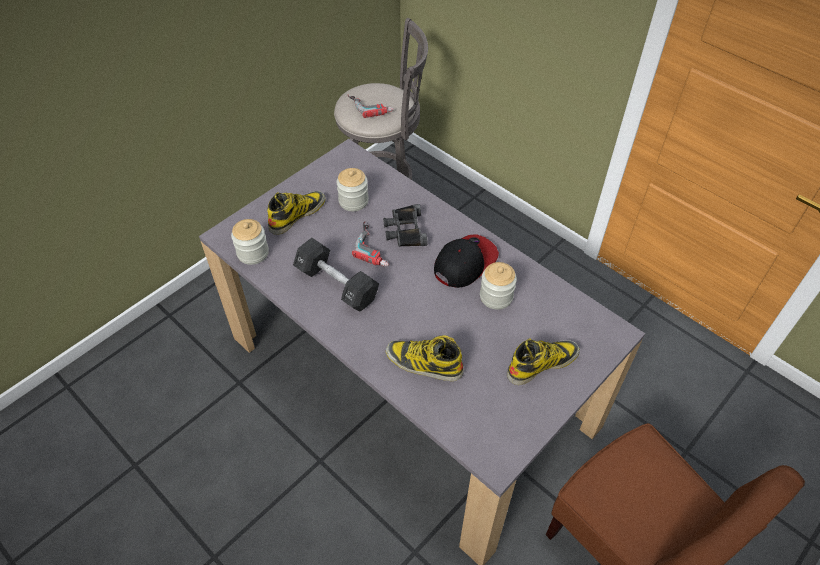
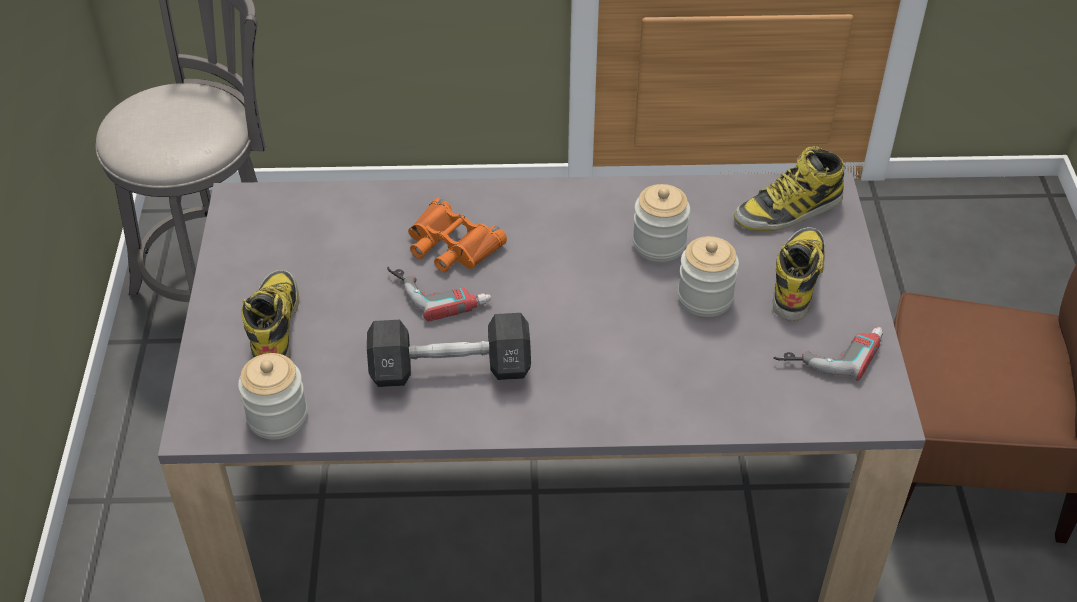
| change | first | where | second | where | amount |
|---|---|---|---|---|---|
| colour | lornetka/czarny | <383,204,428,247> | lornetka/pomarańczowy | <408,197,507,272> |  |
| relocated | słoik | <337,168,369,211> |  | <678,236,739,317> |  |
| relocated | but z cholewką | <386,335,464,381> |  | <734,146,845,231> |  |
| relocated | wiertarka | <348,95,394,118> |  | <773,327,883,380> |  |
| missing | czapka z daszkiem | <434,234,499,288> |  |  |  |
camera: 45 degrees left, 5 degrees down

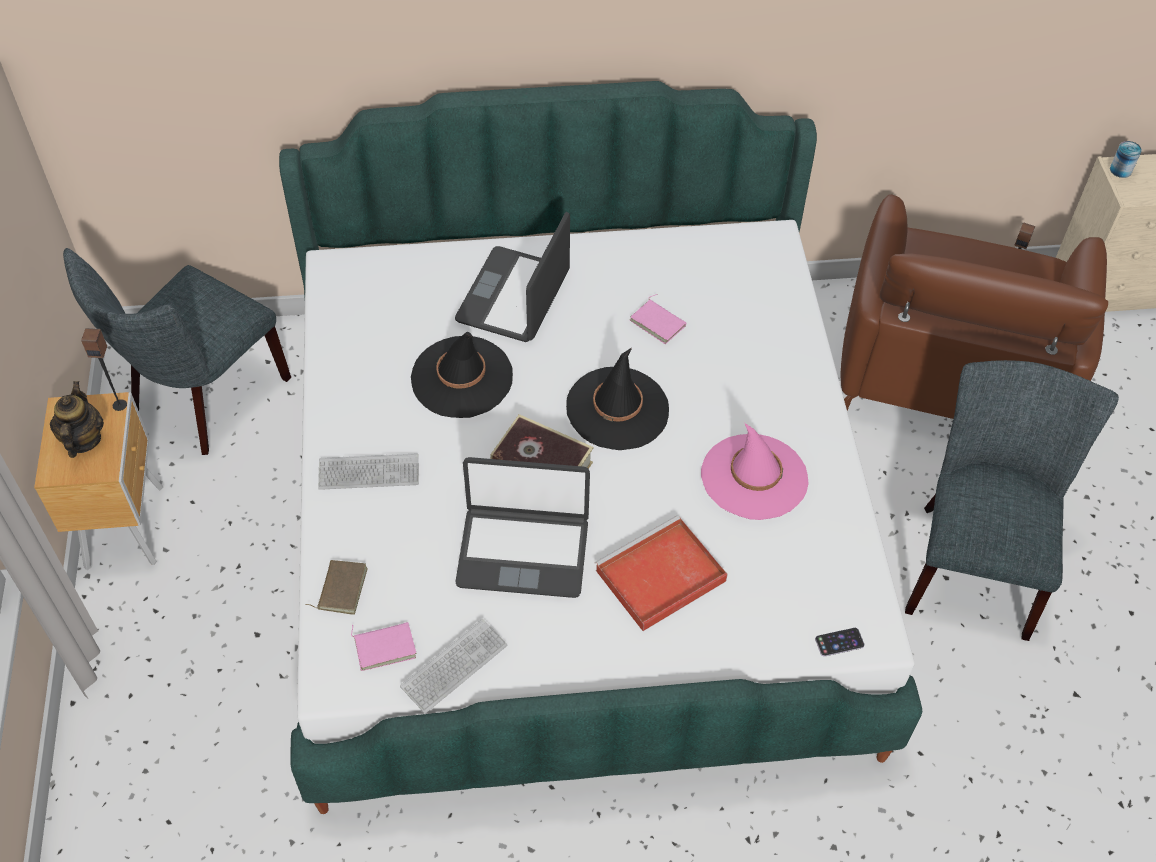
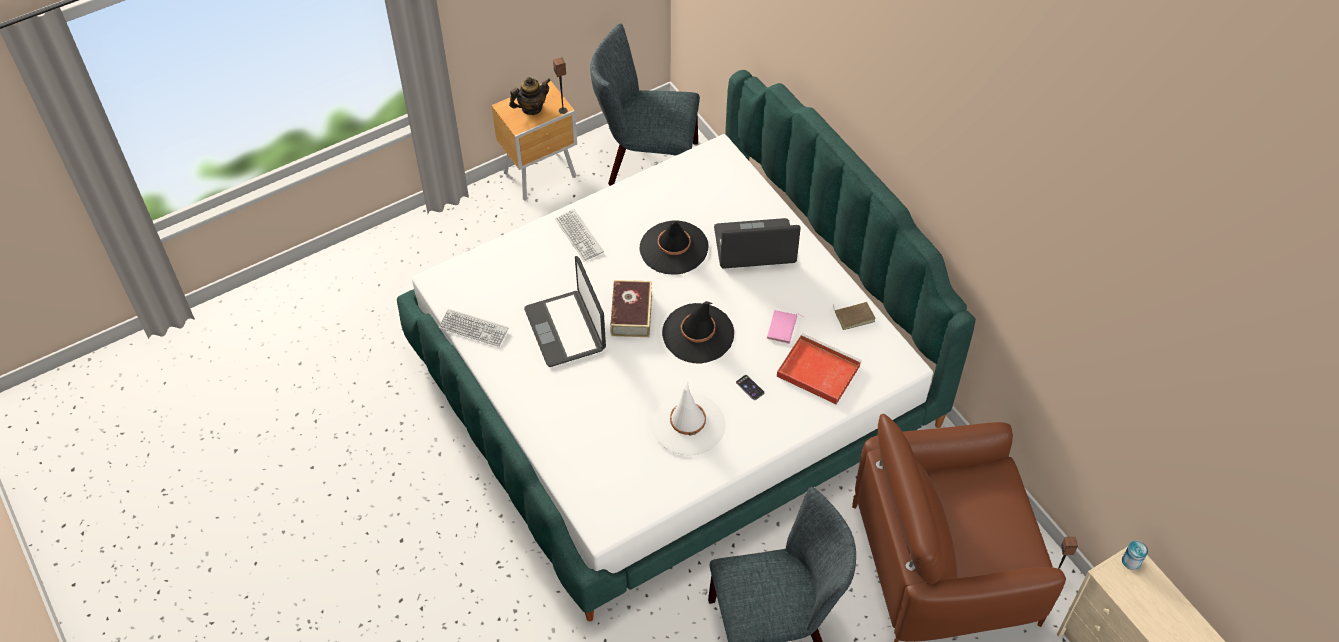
| change | first | where | second | where | amount |
|---|---|---|---|---|---|
| colour | kapelusz/różowy | <701,423,809,520> | kapelusz/biały | <651,382,726,456> |  |
| relocated | telefon | <815,628,865,657> |  | <736,375,765,400> |  |
| relocated | taca/czerwony | <595,515,728,631> |  | <777,333,861,405> |  |
| relocated | książka/brązowy | <306,560,368,615> |  | <833,302,876,330> |  |
| missing | książka/różowy | <351,622,416,671> |  |  |  |
camera: 65 degrees right, 0 degrees up

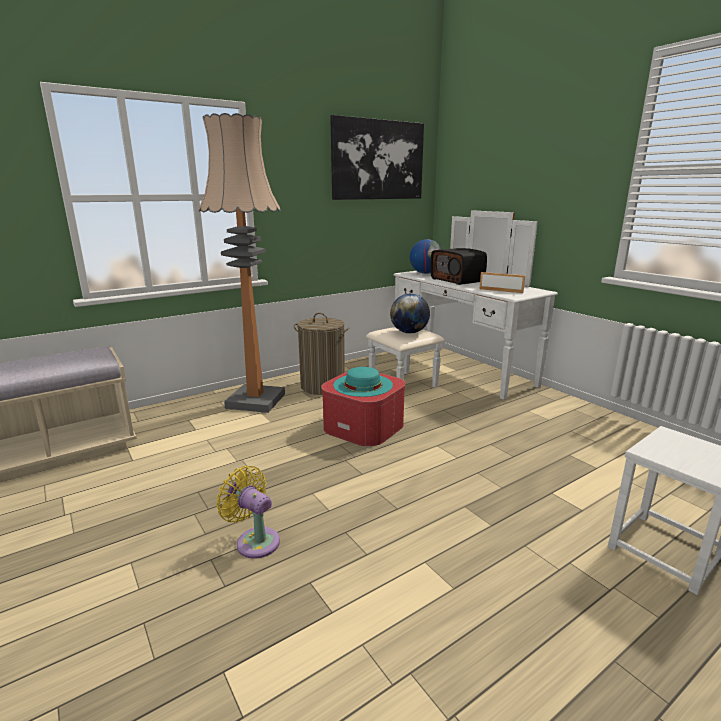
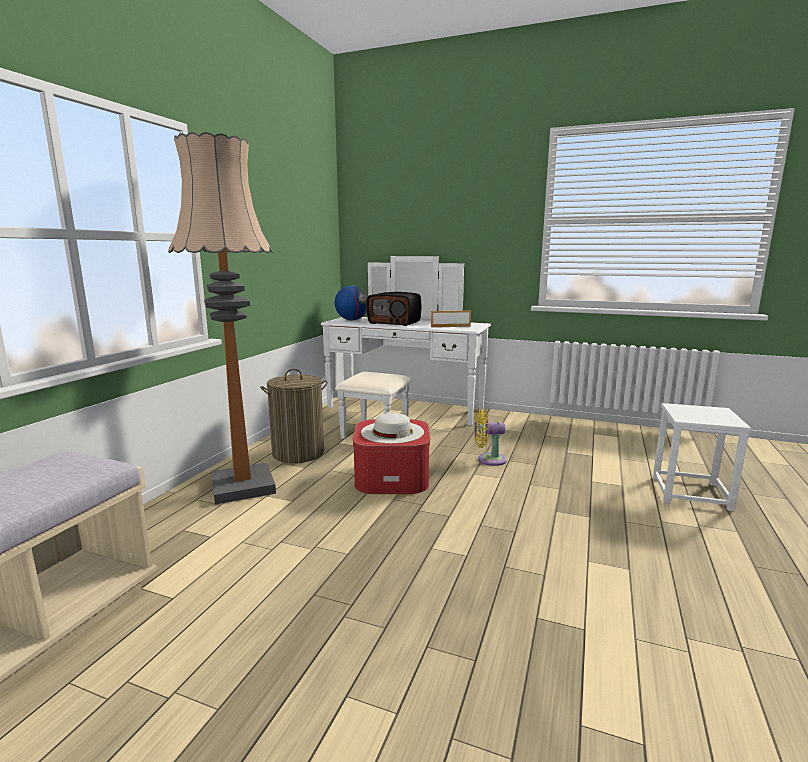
| change | first | where | second | where | amount |
|---|---|---|---|---|---|
| colour | kapelusz/turkusowy | <333,367,393,397> | kapelusz/biały | <361,413,424,444> |  |
| relocated | wentylator/żółty | <216,466,280,559> |  | <474,409,507,466> |  |
| missing | obraz | <330,115,424,200> |  |  |  |
| missing | globus | <390,294,430,333> |  |  |  |
camera: 35 degrees left, 5 degrees down

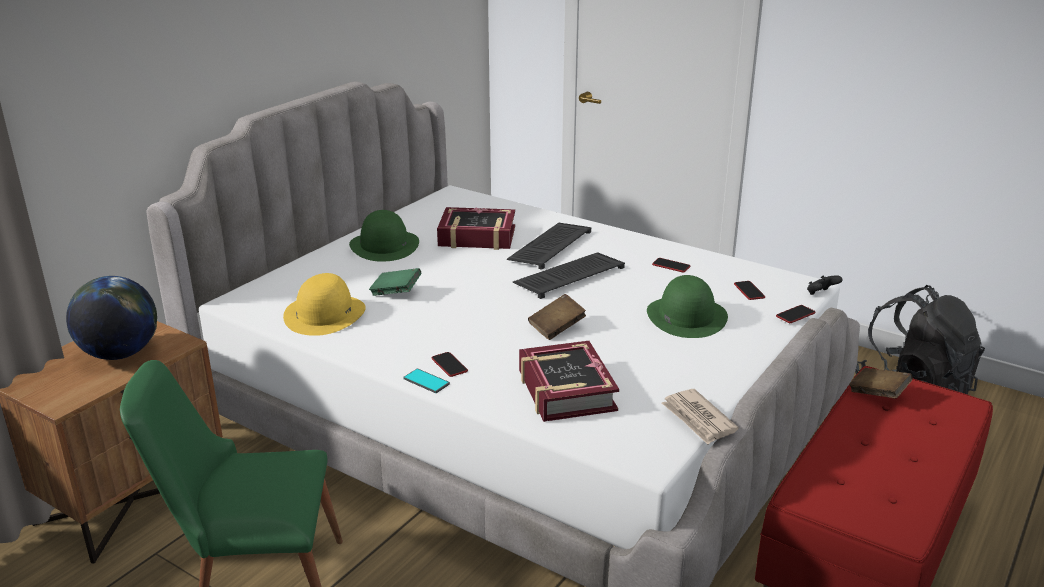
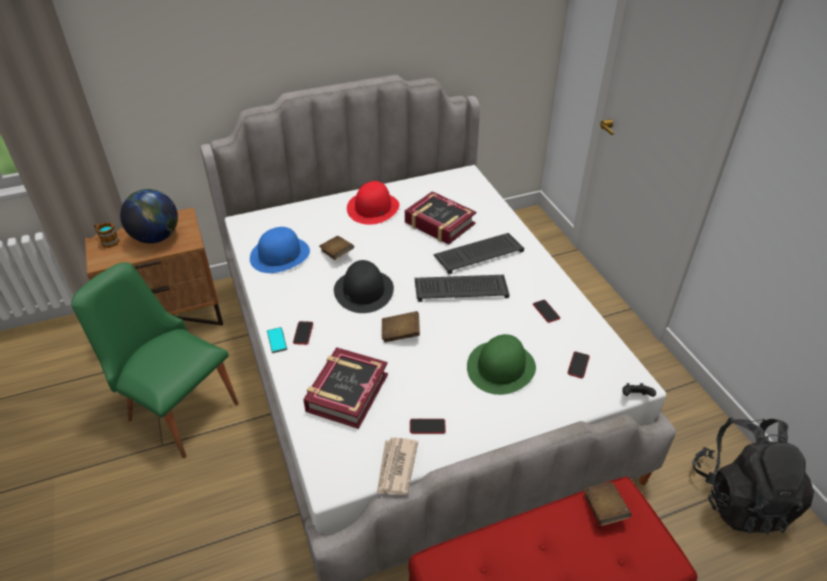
| change | first | where | second | where | amount |
|---|---|---|---|---|---|
| appeared |  |  | kubek | <94,222,120,248> |  |
| colour | kapelusz/żółty | <283,273,366,336> | kapelusz/niebieski | <250,227,310,273> |  |
| colour | książka/zielony | <369,268,421,296> | książka/brązowy | <319,236,354,260> |  |
| appeared |  |  | kapelusz/czarny | <334,260,394,313> |  |
| colour | kapelusz/zielony | <349,210,419,262> | kapelusz/czerwony | <347,181,399,225> |  |
| relocated | telefon | <776,305,815,323> |  | <410,419,446,434> |  |
camera: 35 degrees right, 15 degrees up

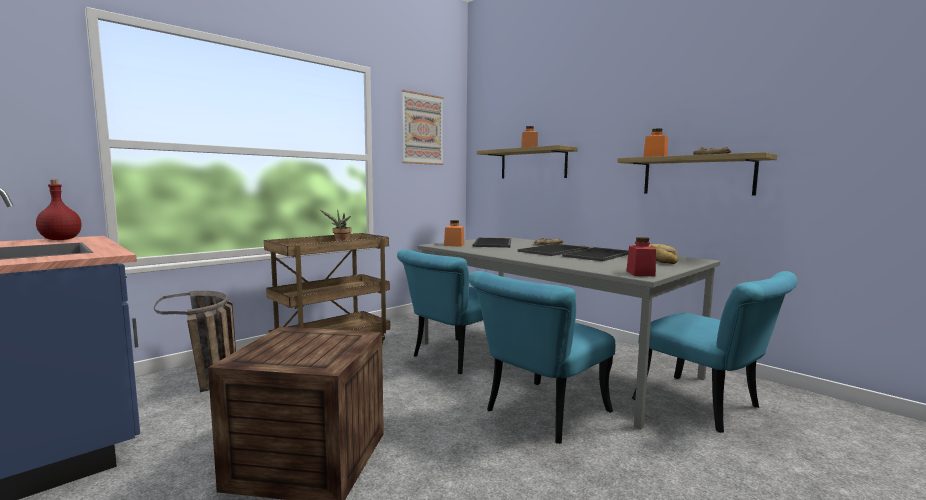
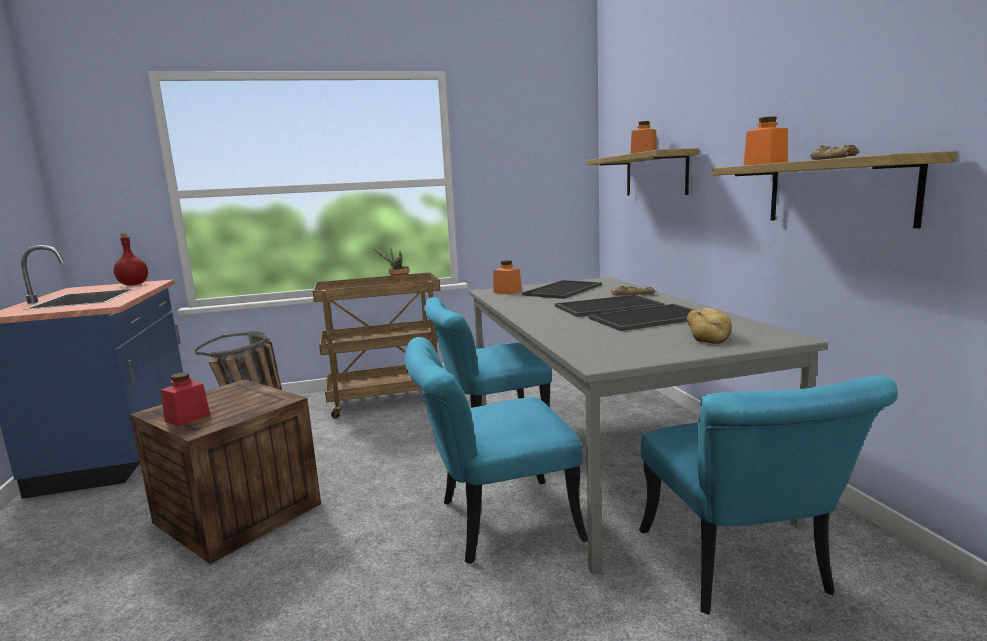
| change | first | where | second | where | amount |
|---|---|---|---|---|---|
| relocated | słoik/czerwony | <627,237,656,276> |  | <161,372,210,426> |  |
| missing | obraz | <402,90,444,165> |  |  |  |
camera: 30 degrees right, 5 degrees up

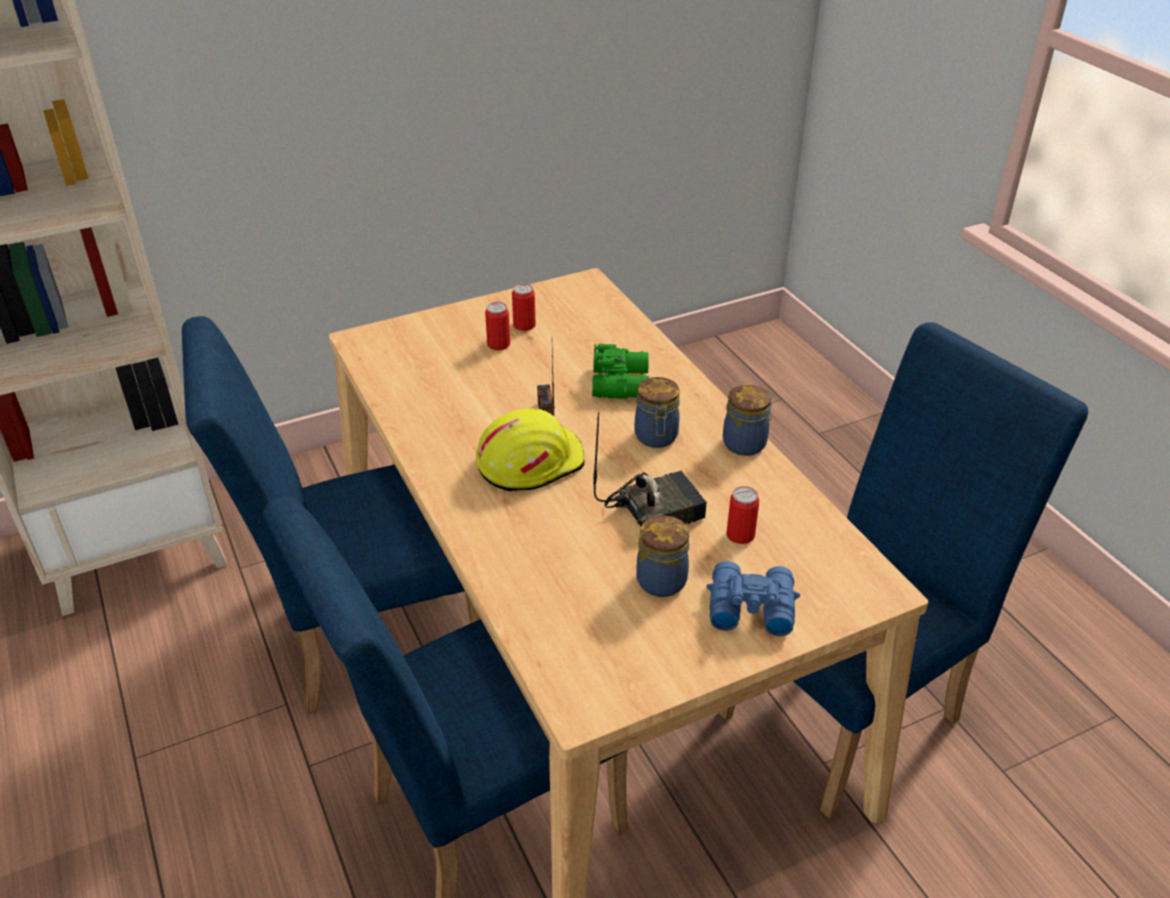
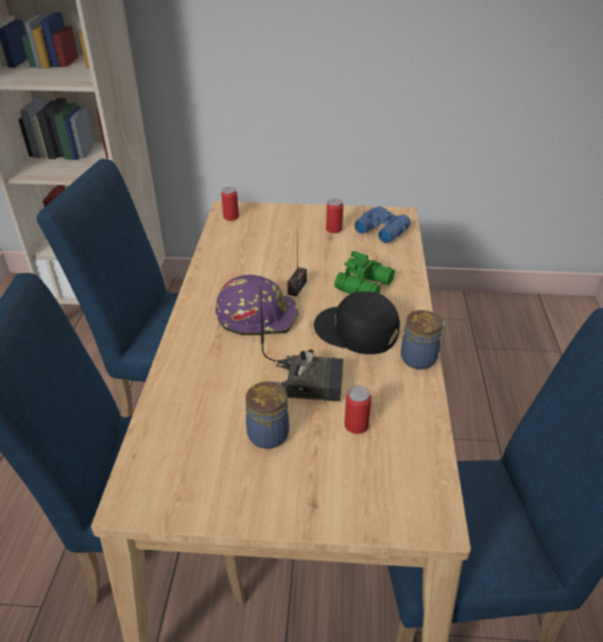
| change | first | where | second | where | amount |
|---|---|---|---|---|---|
| colour | kask/żółty | <476,409,585,491> | kask/fioletowy | <215,275,299,335> |  |
| relocated | puszka | <485,302,510,350> |  | <221,187,239,221> |  |
| exchanged | słoik | <634,377,680,448> | czapka z daszkiem/czarny | <314,291,400,354> |  |
| relocated | lornetka/niebieski | <706,561,800,636> |  | <354,206,411,243> |  |
camera: 30 degrees right, 0 degrees up

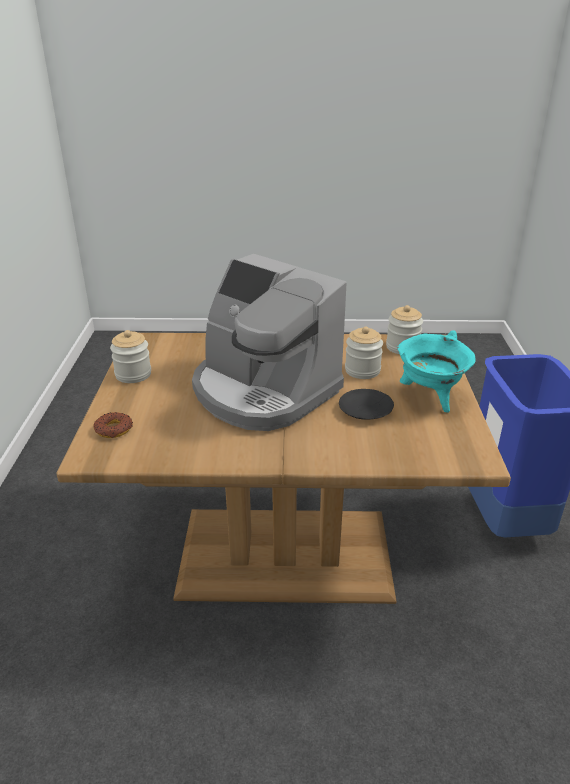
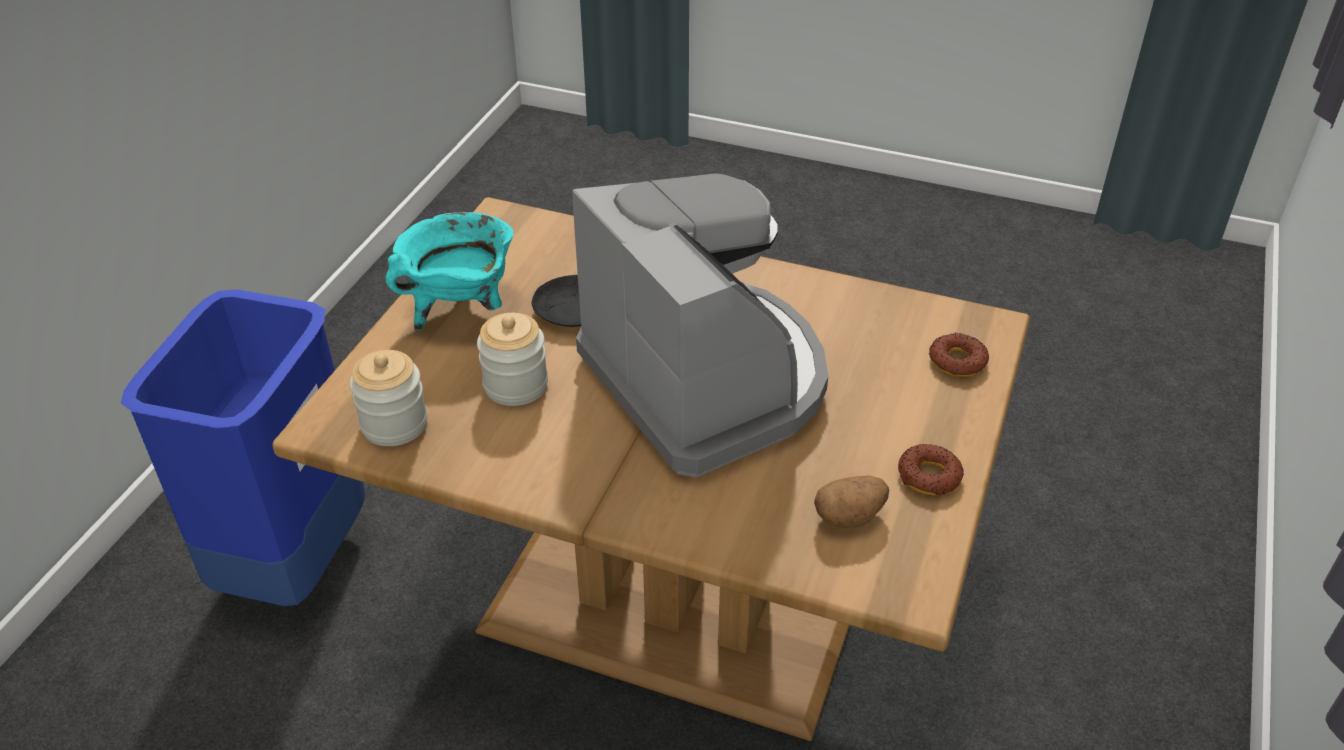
| change | first | where | second | where | amount |
|---|---|---|---|---|---|
| appeared |  |  | ziemniak | <814,475,889,528> |  |
| exchanged | słoik | <110,330,151,383> | donut | <898,444,964,495> |  |
camera: 160 degrees left, 10 degrees up

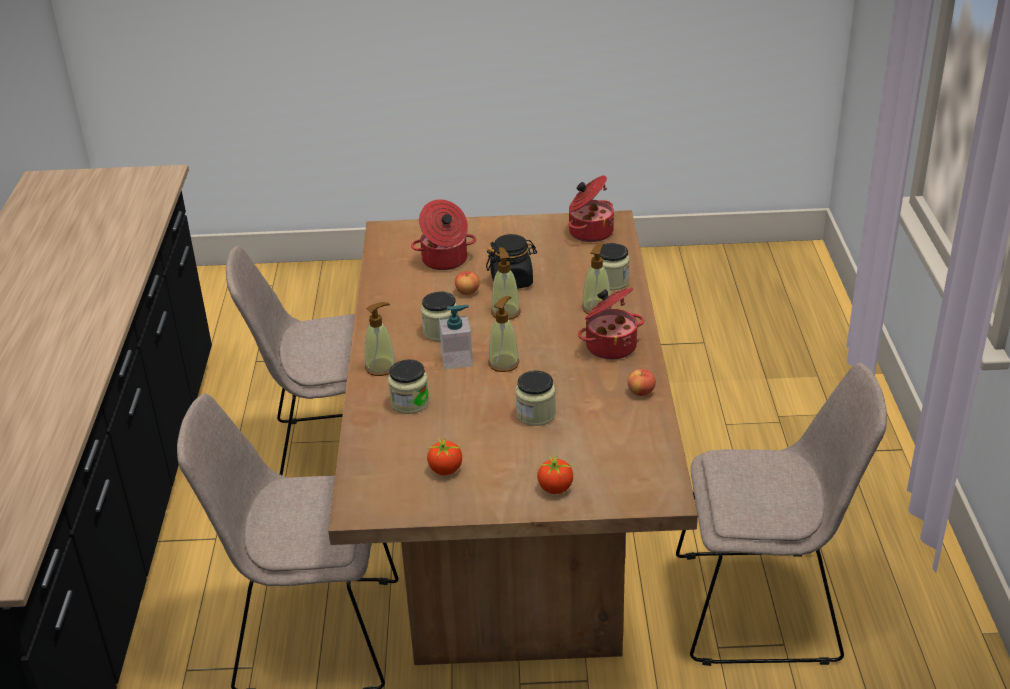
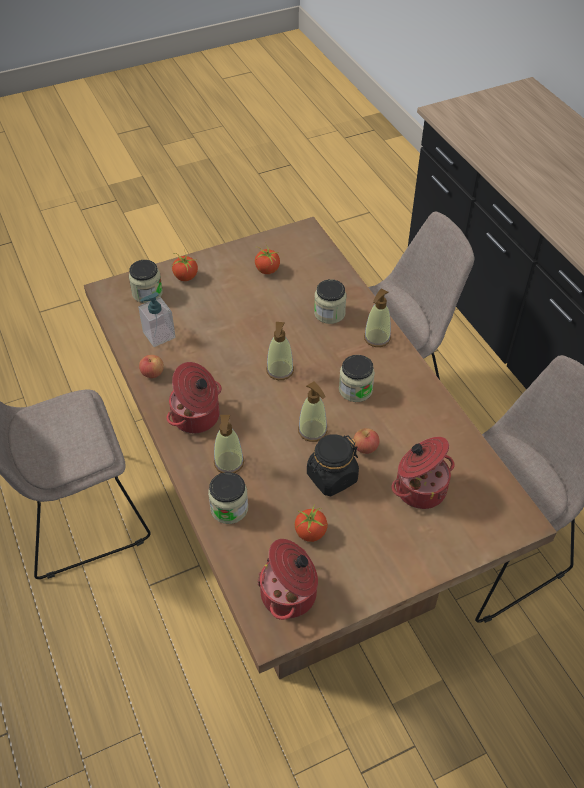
| change | first | where | second | where | amount |
|---|---|---|---|---|---|
| relocated | słoik | <515,371,556,426> |  | <129,260,163,303> |  |
| relocated | dozownik mydła | <439,305,473,369> |  | <138,292,176,347> |  |
| appeared |  |  | pomidor | <295,504,328,542> |  |
camera: 155 degrees right, 15 degrees up

